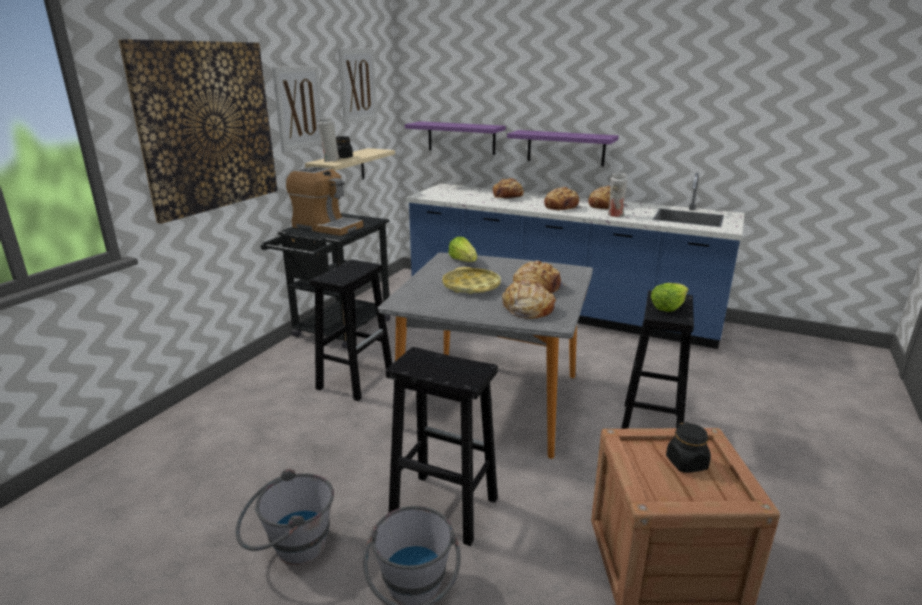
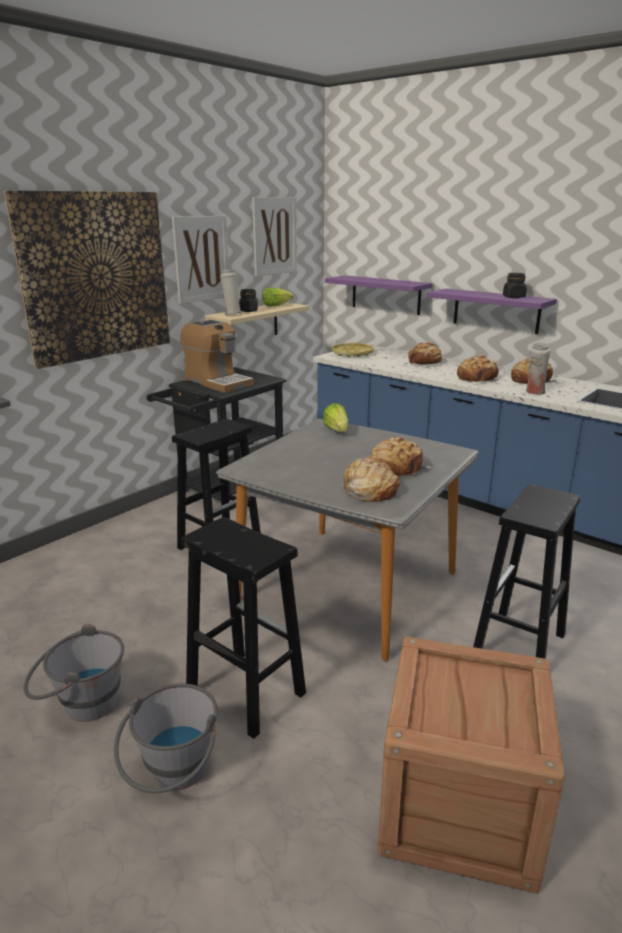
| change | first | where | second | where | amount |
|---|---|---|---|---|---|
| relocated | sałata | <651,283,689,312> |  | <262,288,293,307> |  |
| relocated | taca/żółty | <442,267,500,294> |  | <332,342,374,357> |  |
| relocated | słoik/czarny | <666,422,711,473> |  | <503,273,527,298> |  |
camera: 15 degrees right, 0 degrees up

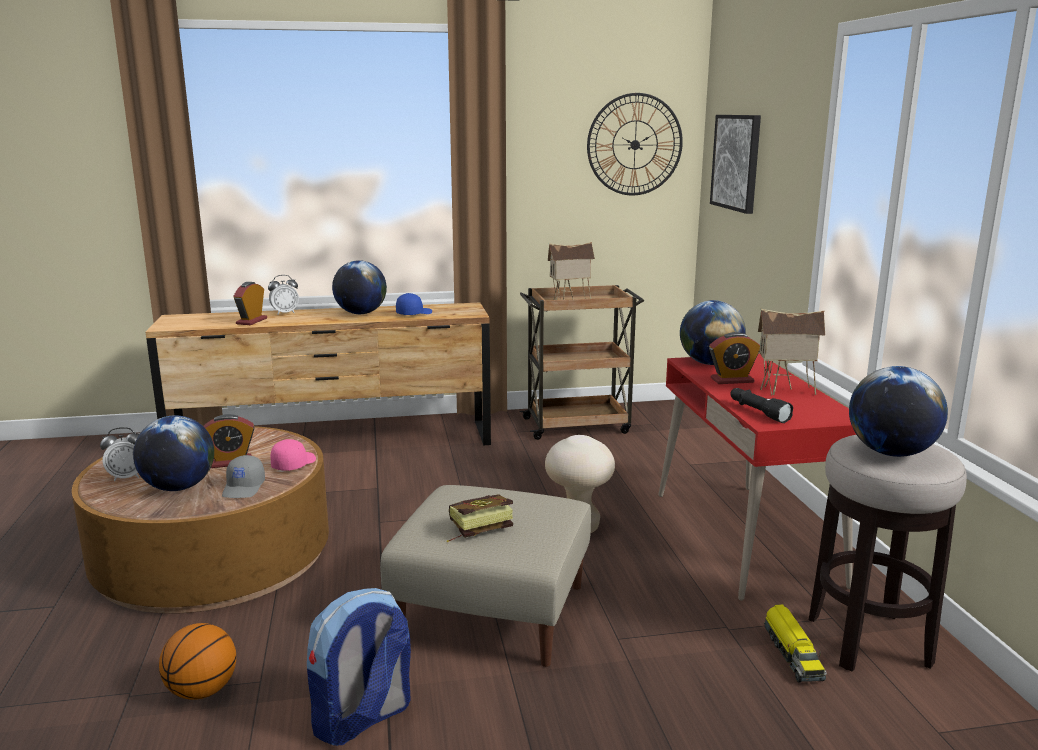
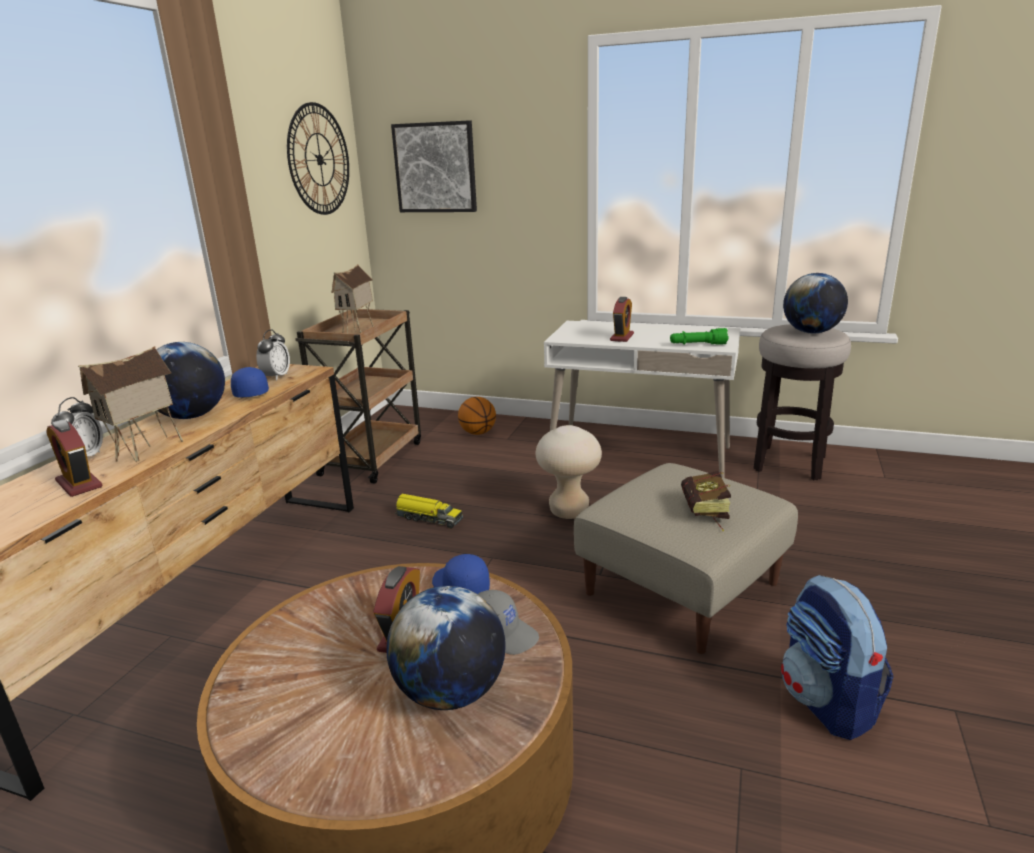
| change | first | where | second | where | amount |
|---|---|---|---|---|---|
| relocated | domek | <758,309,825,396> |  | <78,346,183,463> |  |
| relocated | budzik | <100,427,140,481> |  | <256,330,290,380> |  |
| relocated | ciężarówka zabawkowa | <764,604,827,683> |  | <395,494,463,528> |  |
| colour | czapka z daszkiem/różowy | <270,439,316,471> | czapka z daszkiem/niebieski | <432,554,490,594> |  |
| relocated | piłka do koszykówki | <159,623,236,700> |  | <458,397,496,435> |  |
| colour | biurko/czerwony | <659,354,856,601> | biurko/biały | <544,321,740,478> |  |
| colour | latarka/czarny | <730,388,793,423> | latarka/zielony | <670,328,729,345> |  |
| missing | globus | <680,300,746,365> |  |  |  |
camera: 60 degrees left, 5 degrees up

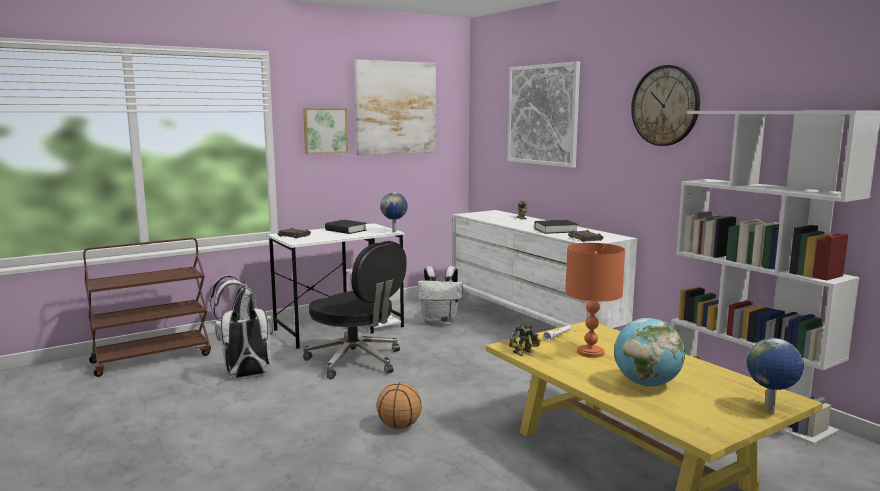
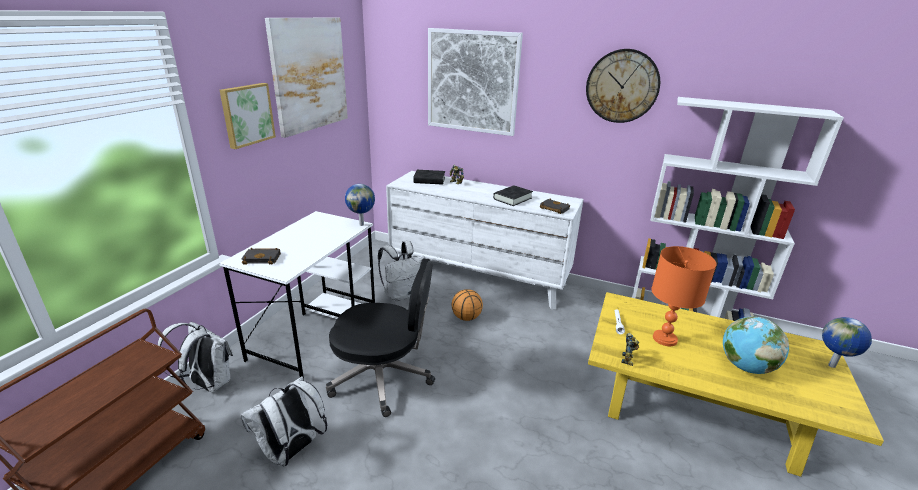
| change | first | where | second | where | amount |
|---|---|---|---|---|---|
| relocated | książka/czarny | <325,220,367,234> |  | <413,170,445,185> |  |
| relocated | piłka do koszykówki | <376,383,422,429> |  | <452,289,483,321> |  |
camera: 35 degrees left, 15 degrees up

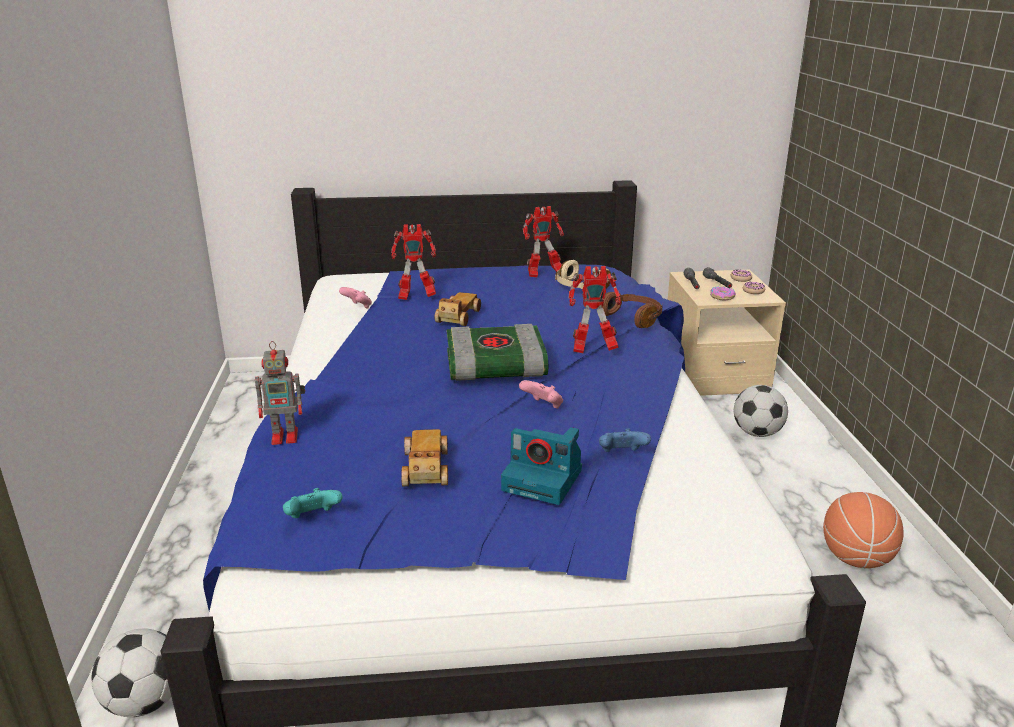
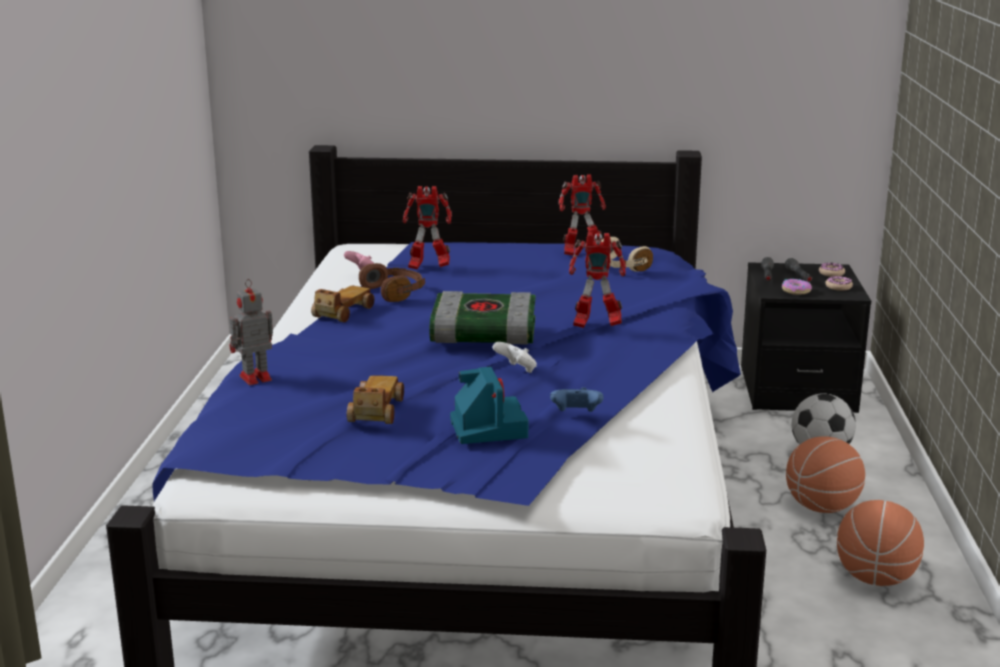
| change | first | where | second | where | amount |
|---|---|---|---|---|---|
| spun | robot zabawkowy | <255,341,305,445> |  | <230,279,273,385> | 150 degrees clockwise |
| relocated | samochodzik | <435,292,481,326> |  | <311,286,375,322> |  |
| relocated | słuchawki/brązowy | <601,292,662,328> |  | <359,263,425,302> |  |
| spun | aparat fotograficzny | <501,427,582,505> |  | <450,367,529,444> | 135 degrees counterclockwise |
| colour | pad do gier/różowy | <519,380,563,409> | pad do gier/biały | <493,342,537,373> |  |
| colour | szafka nocna/beżowy | <668,270,786,396> | szafka nocna/czarny | <741,262,871,413> |  |
| appeared |  |  | piłka do koszykówki | <786,436,865,513> |  |
| missing | piłka futbolowa | <91,629,171,717> |  |  |  |
| missing | pad do gier/turkusowy | <283,488,343,518> |  |  |  |
camera: 10 degrees right, 5 degrees down

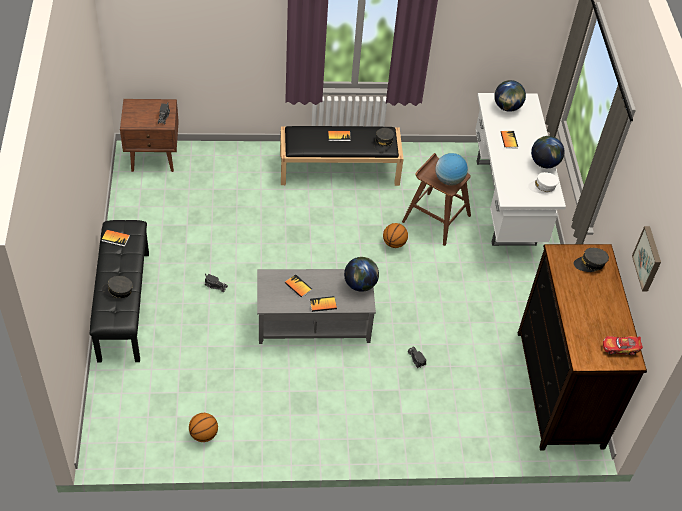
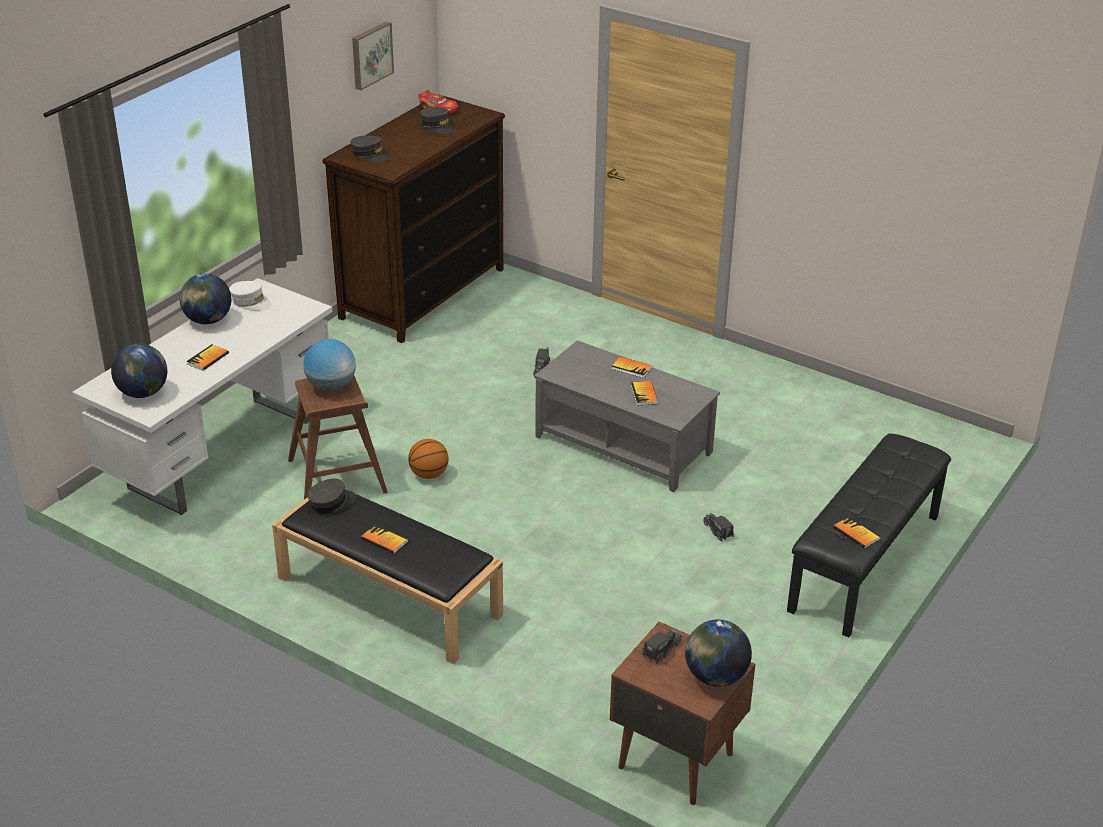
| change | first | where | second | where | amount |
|---|---|---|---|---|---|
| relocated | czapka z daszkiem/szary | <102,276,133,298> |  | <420,107,455,133> |  |
| relocated | globus | <344,257,379,292> |  | <685,620,752,687> |  |
| missing | piłka do koszykówki | <189,413,218,442> |  |  |  |
camera: 140 degrees left, 15 degrees down

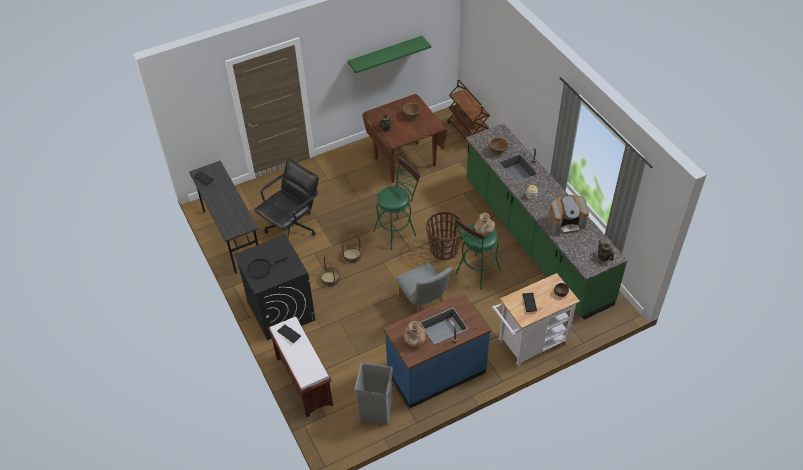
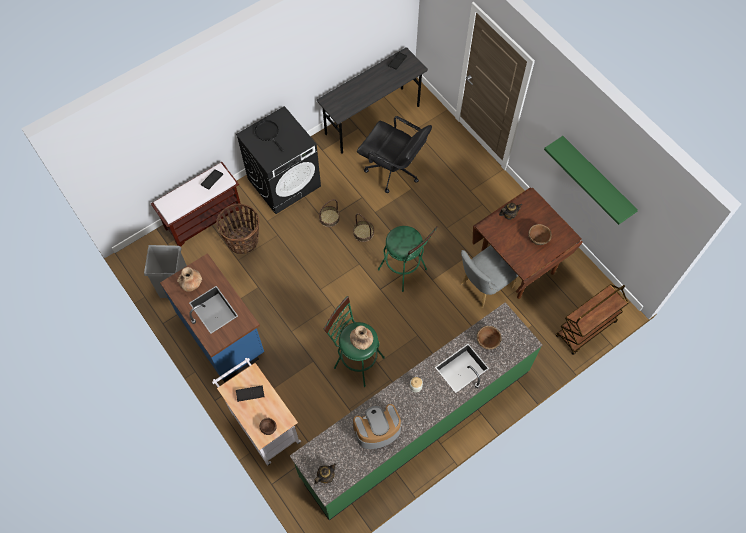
| change | first | where | second | where | amount |
|---|---|---|---|---|---|
| relocated | koszyk | <426,211,464,260> |  | <216,204,259,254> |  |
| spun | ekspres do kawy | <548,195,589,234> |  | <353,404,401,449> | 90 degrees clockwise |
| relocated | krzesło/szary | <396,263,452,313> |  | <461,245,518,308> |  |
camera: 80 degrees right, 15 degrees up

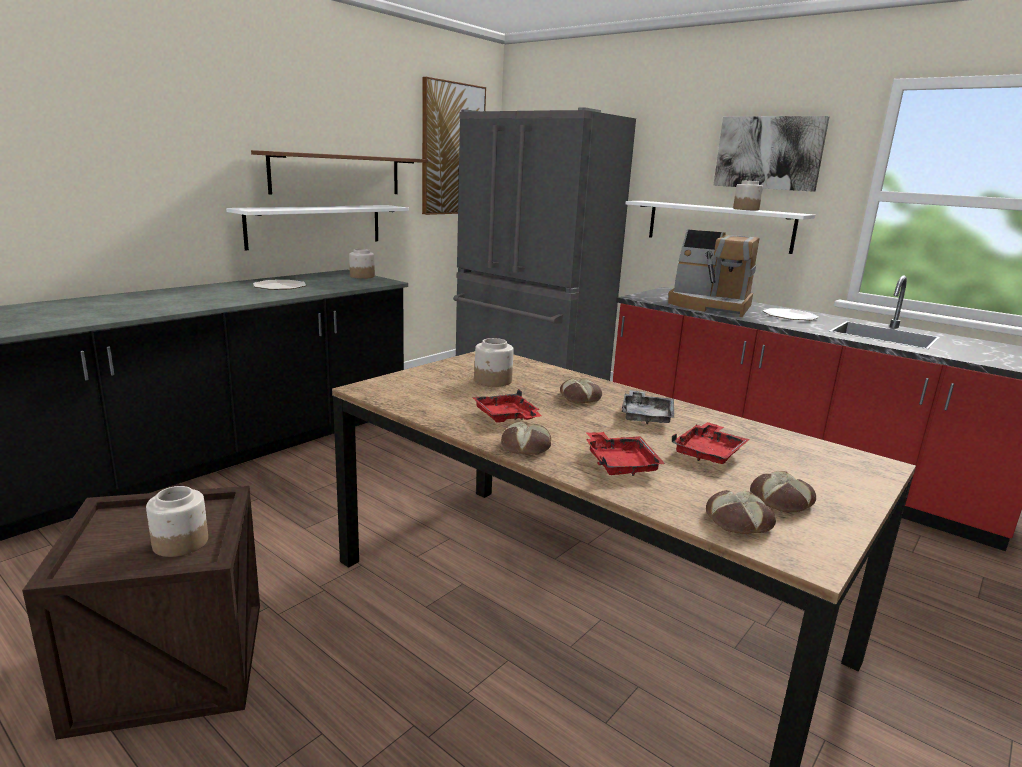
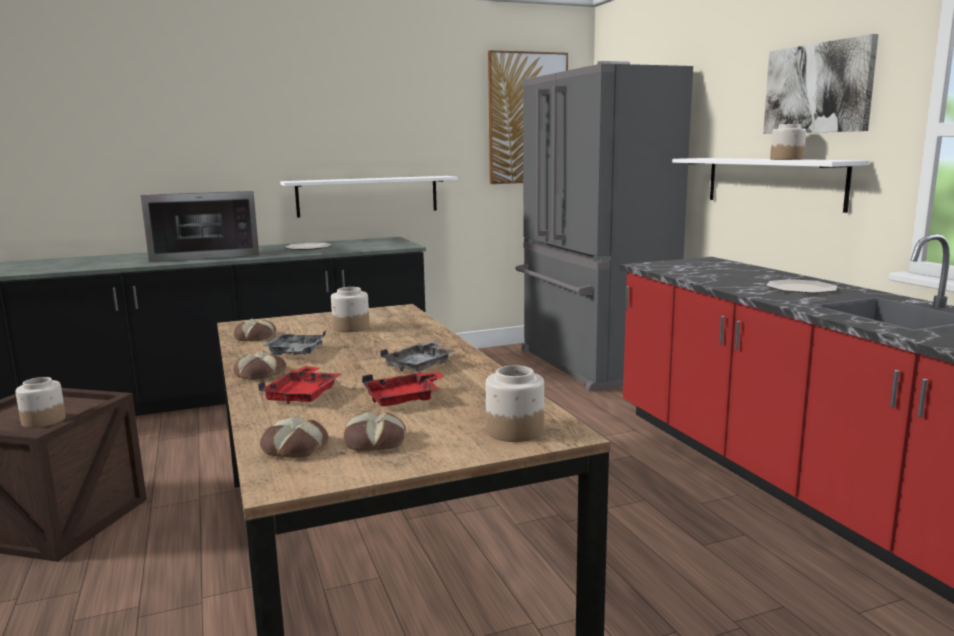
| change | first | where | second | where | amount |
|---|---|---|---|---|---|
| appeared |  |  | mikrofalówka | <141,191,259,262> |  |
| relocated | chleb | <560,378,602,404> |  | <234,318,276,341> |  |
| colour | taca/czerwony | <472,389,542,423> | taca/szary | <263,331,326,355> |  |
| relocated | słoik | <349,249,375,279> |  | <486,365,544,442> |  |
| missing | półka/brązowy | <251,150,428,195> |  |  |  |
| missing | ekspres do kawy | <668,229,760,317> |  |  |  |
camera: 30 degrees right, 5 degrees down

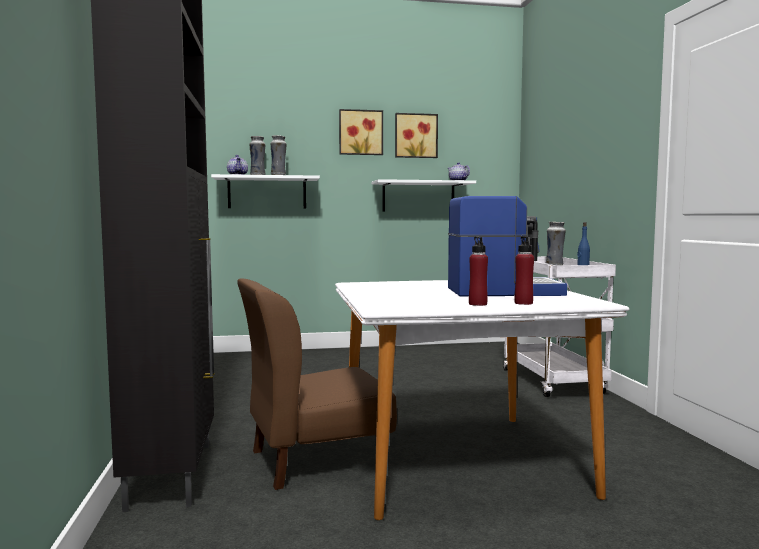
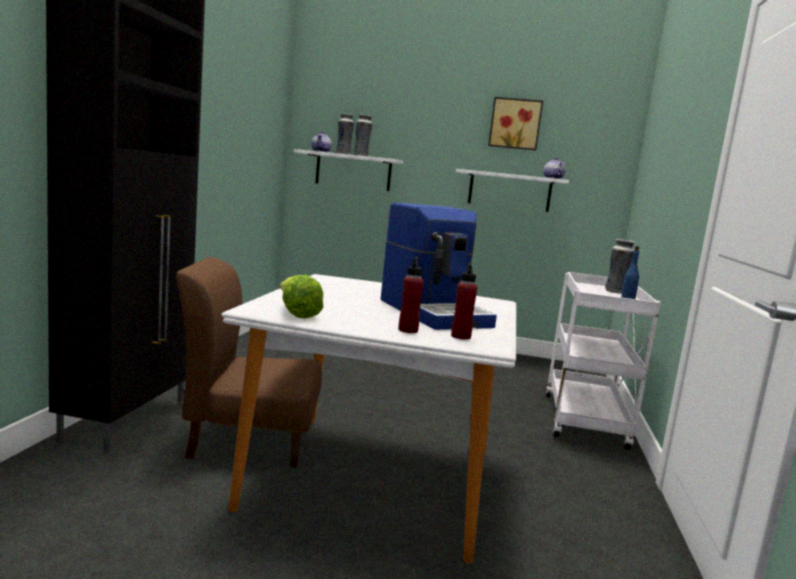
| change | first | where | second | where | amount |
|---|---|---|---|---|---|
| appeared |  |  | sałata | <280,275,323,319> |  |
| spun | ekspres do kawy | <448,196,567,296> |  | <381,203,497,330> | 45 degrees clockwise |
| relocated | butelka/czerwony | <469,236,488,306> |  | <451,263,477,340> |  |
| missing | obraz | <339,109,383,155> |  |  |  |
camera: 20 degrees right, 5 degrees up

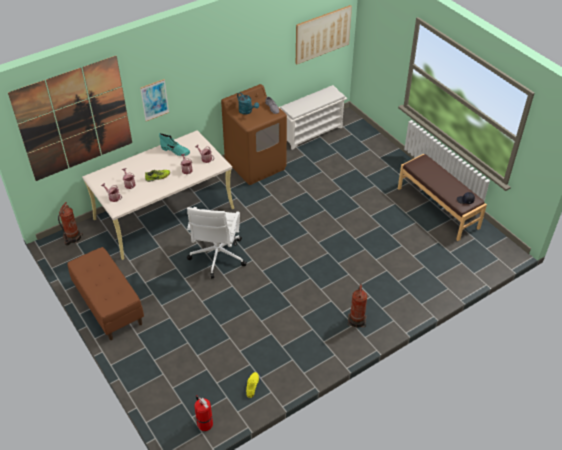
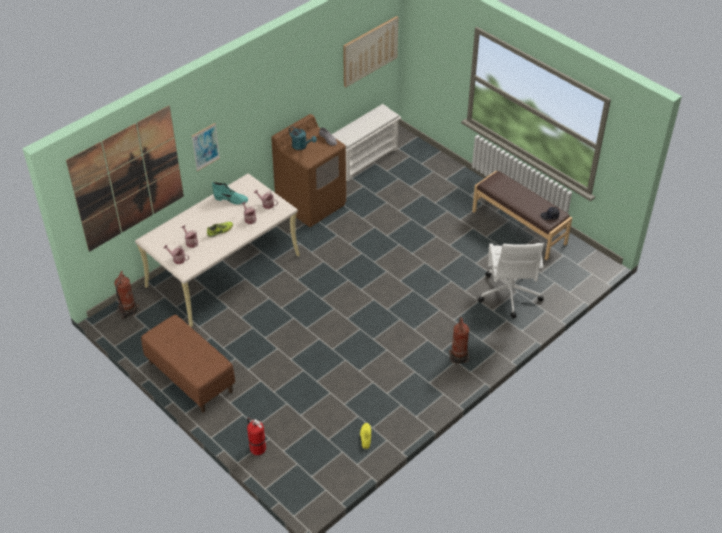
| change | first | where | second | where | amount |
|---|---|---|---|---|---|
| relocated | gaśnica | <194,395,213,431> |  | <247,418,266,455> |  |
| relocated | krzesło biurowe/biały | <187,207,247,279> |  | <478,243,544,318> |  |
camera: 10 degrees left, 0 degrees up

